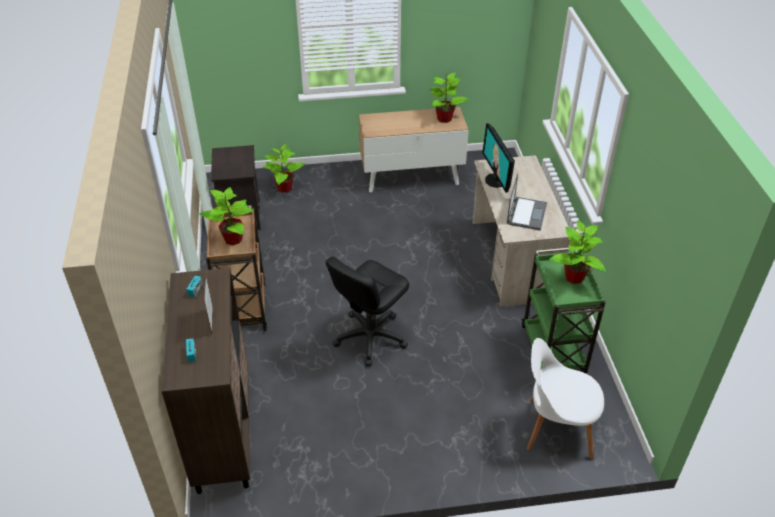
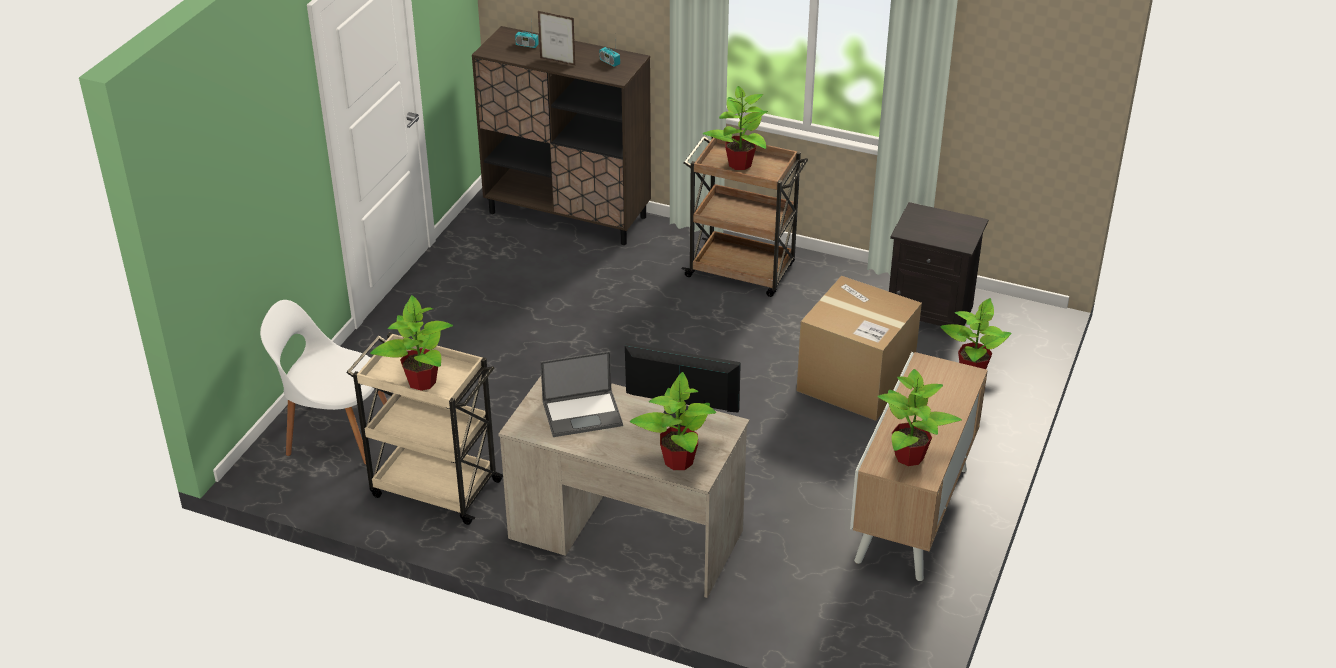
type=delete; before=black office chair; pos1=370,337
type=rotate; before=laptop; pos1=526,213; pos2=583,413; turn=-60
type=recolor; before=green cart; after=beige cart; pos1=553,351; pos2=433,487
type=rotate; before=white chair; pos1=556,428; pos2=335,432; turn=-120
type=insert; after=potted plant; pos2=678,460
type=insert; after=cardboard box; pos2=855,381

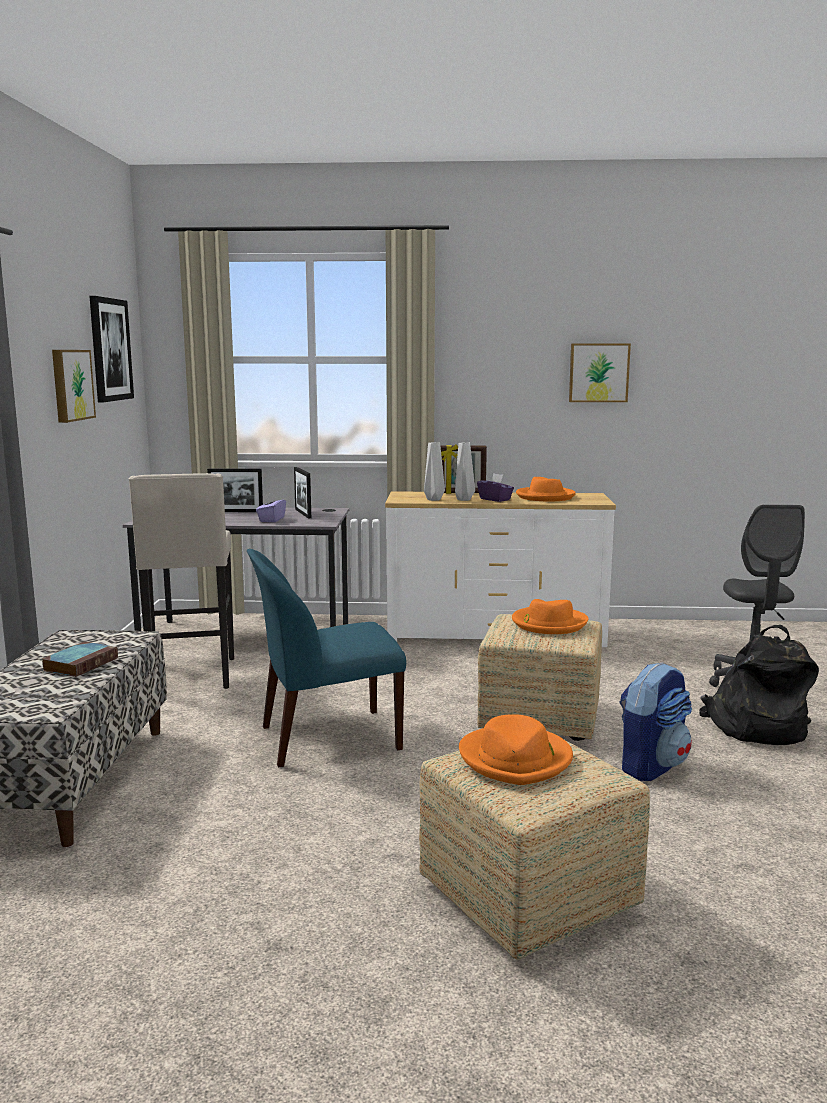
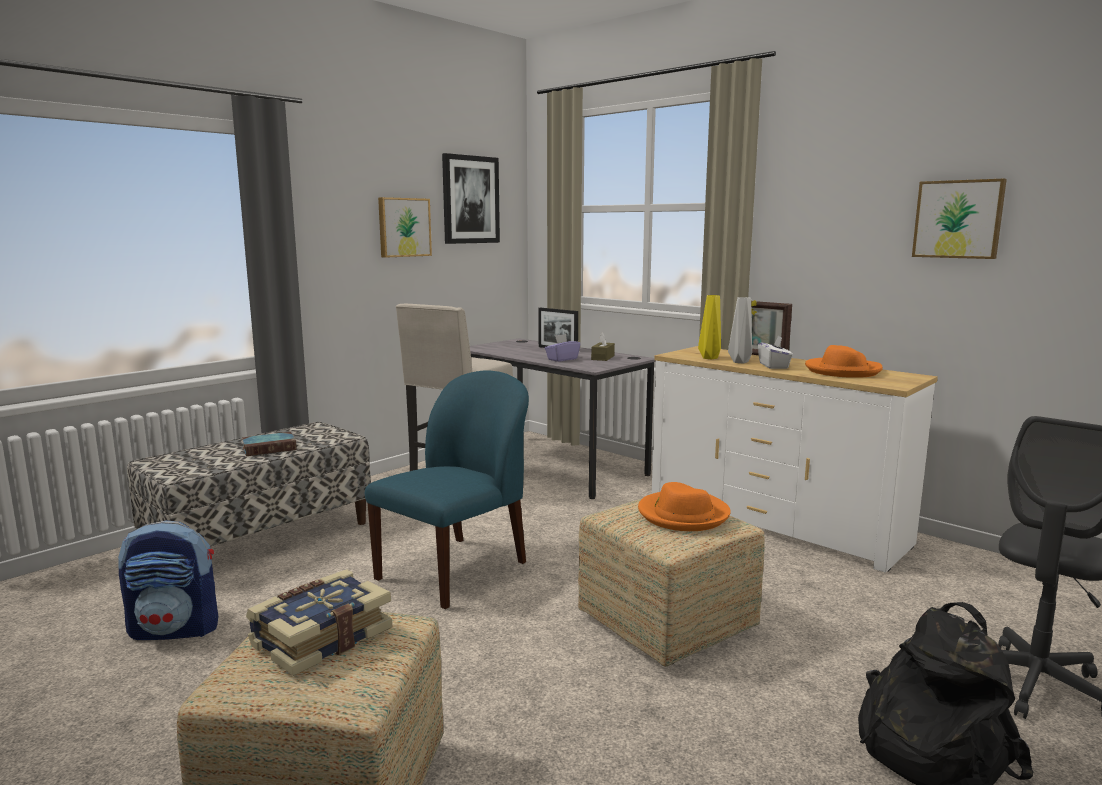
type=rotate; before=blue chair; pos1=326,738; pos2=455,570; turn=105
type=replace; before=picture frame; after=brown tissue box; pos1=303,513; pos2=603,358
type=recolor; before=grey vase; after=yellow vase; pos1=434,499; pos2=709,358
type=replace; before=orange hat; after=book; pos1=516,759; pos2=320,637
type=recolor; before=purple tissue box; after=white tissue box; pos1=495,499; pos2=774,366
type=move; before=backpack; pos1=651,766; pos2=176,629

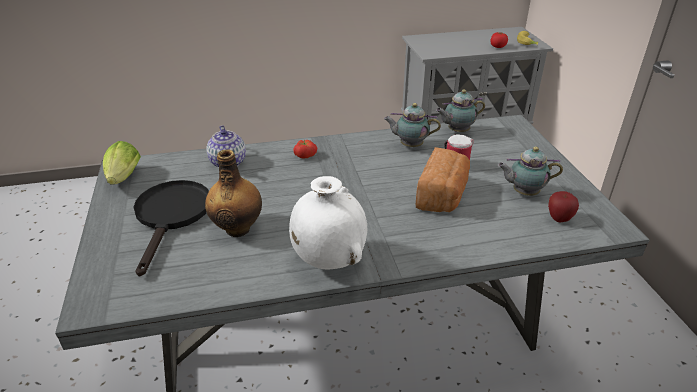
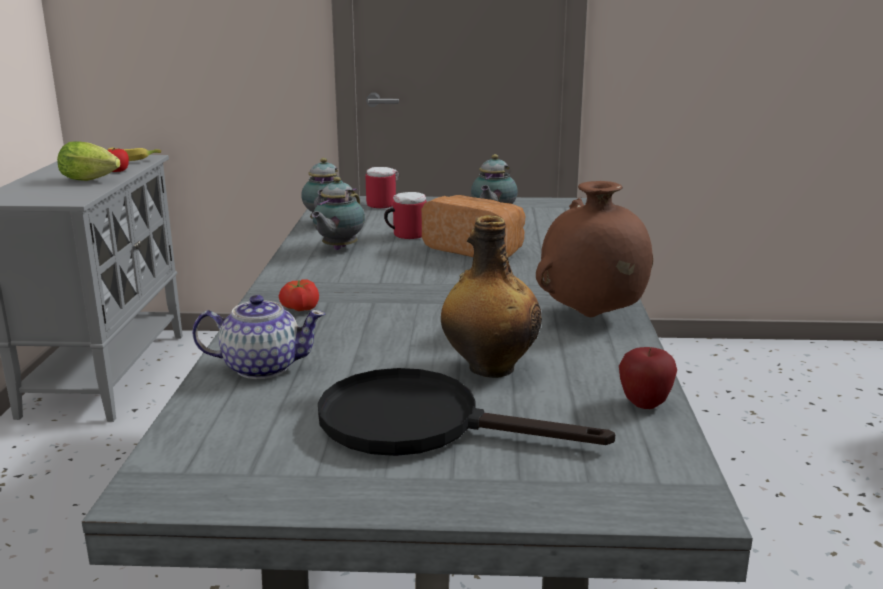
type=move; before=lettuce; pos1=123,179; pos2=93,180
type=recolor; before=white vase; after=brown vase; pos1=328,260; pos2=591,316
type=move; before=apple; pos1=559,219; pos2=644,404
type=insert; after=mug; pos2=380,204

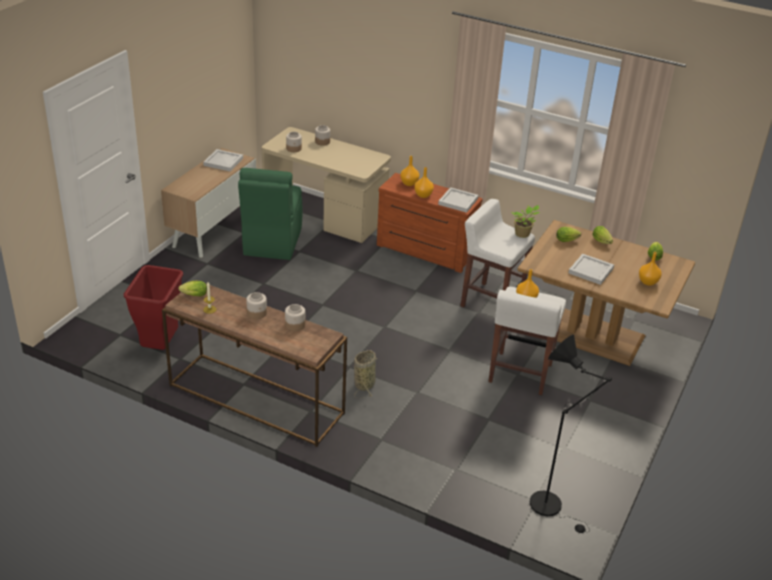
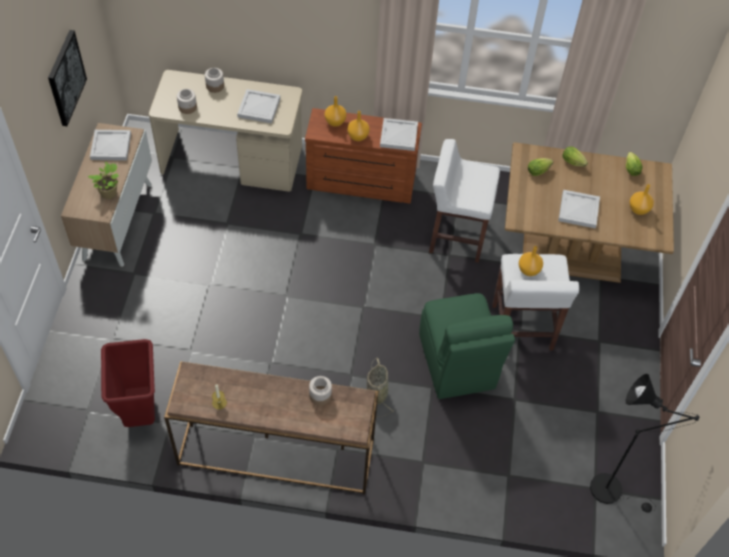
type=delete; before=lettuce; pos1=193,295
type=move; before=green chair; pos1=272,242; pos2=457,363
type=delete; before=jar; pos1=257,313
type=move; before=potted plant; pos1=523,234; pos2=110,193
type=insert; after=picture; pos2=65,78
type=insert; after=white tray; pos2=258,108

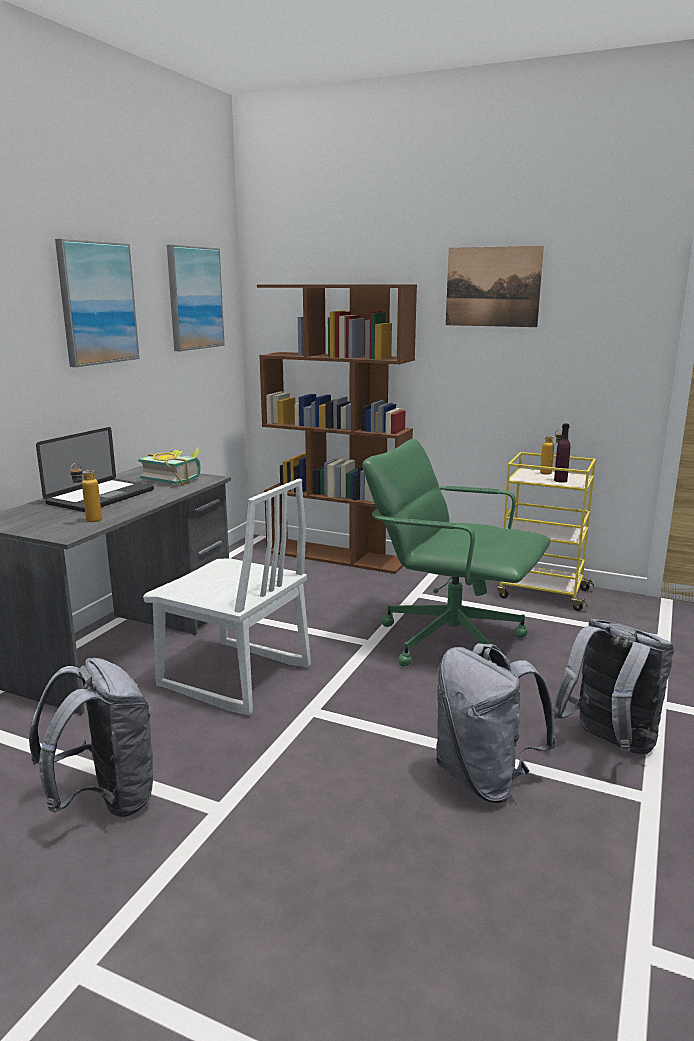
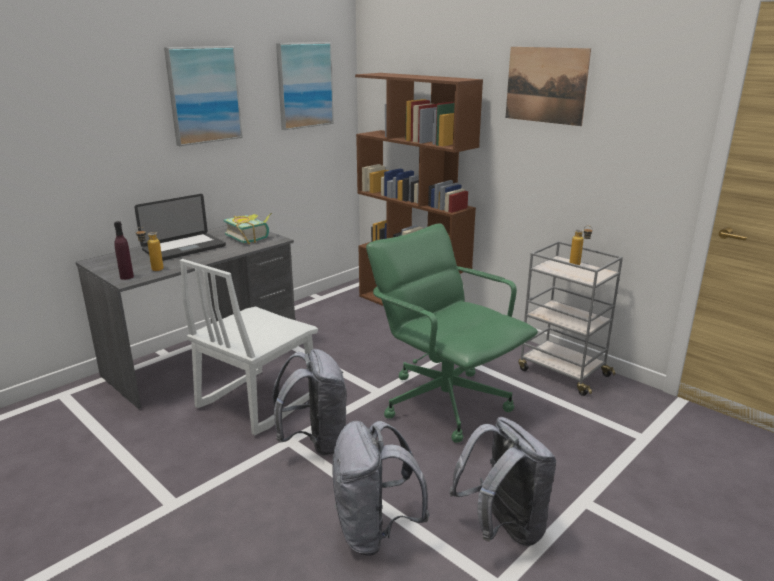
type=move; before=grey backpack; pos1=105,800; pos2=315,442
type=rotate; before=white chair; pos1=234,678; pos2=256,401; turn=75
type=recolor; before=yellow cart; after=grey cart; pos1=541,593; pos2=562,372
type=move; before=purple bottle; pos1=560,480; pos2=127,277

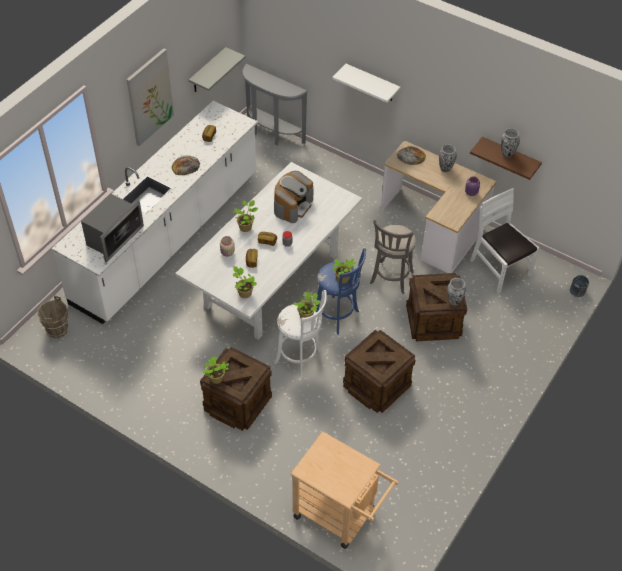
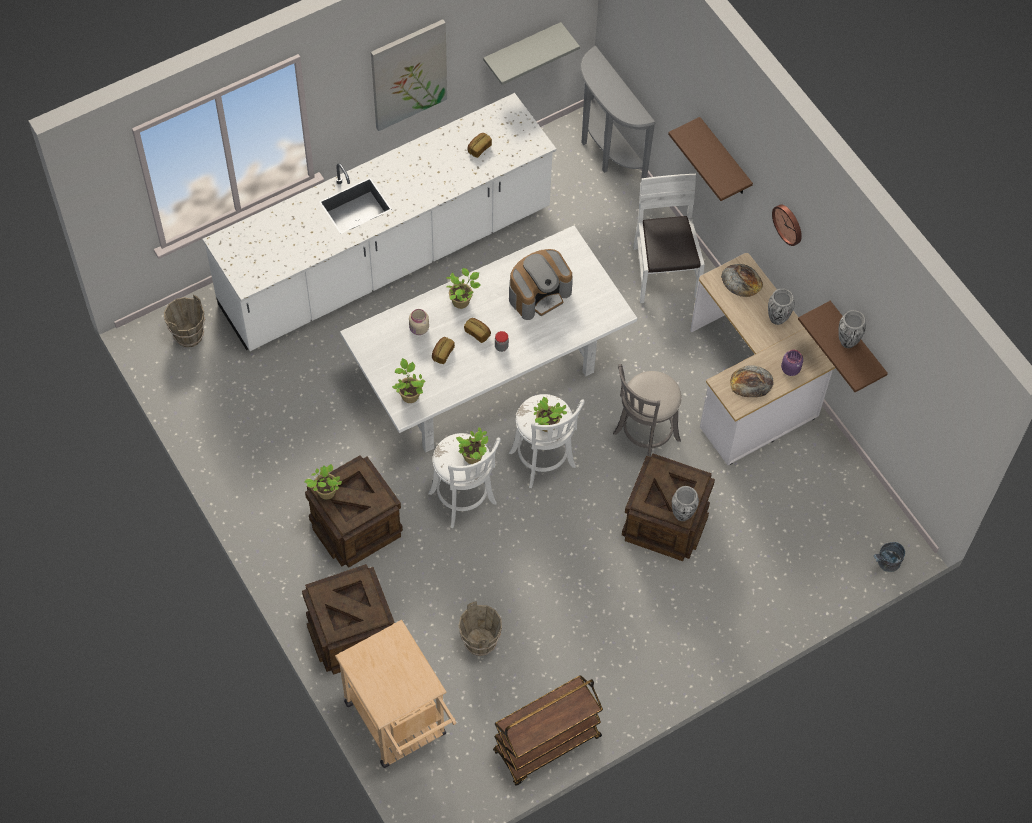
type=delete; before=microwave; pos1=113,237
type=move; before=bread; pos1=185,166; pos2=751,382
type=recolor; before=blue stool; after=white stool; pos1=337,316; pos2=543,462
type=recolor; before=white shelf; after=brown shelf; pos1=372,83; pos2=724,159
type=move; before=crate; pos1=376,385; pos2=350,633
type=move; before=white chair; pos1=500,268; pos2=664,272
type=insert; after=brown bucket; pos2=480,642
type=insert; after=brown cart; pos2=547,745
type=insert; after=wall clock; pos2=788,224

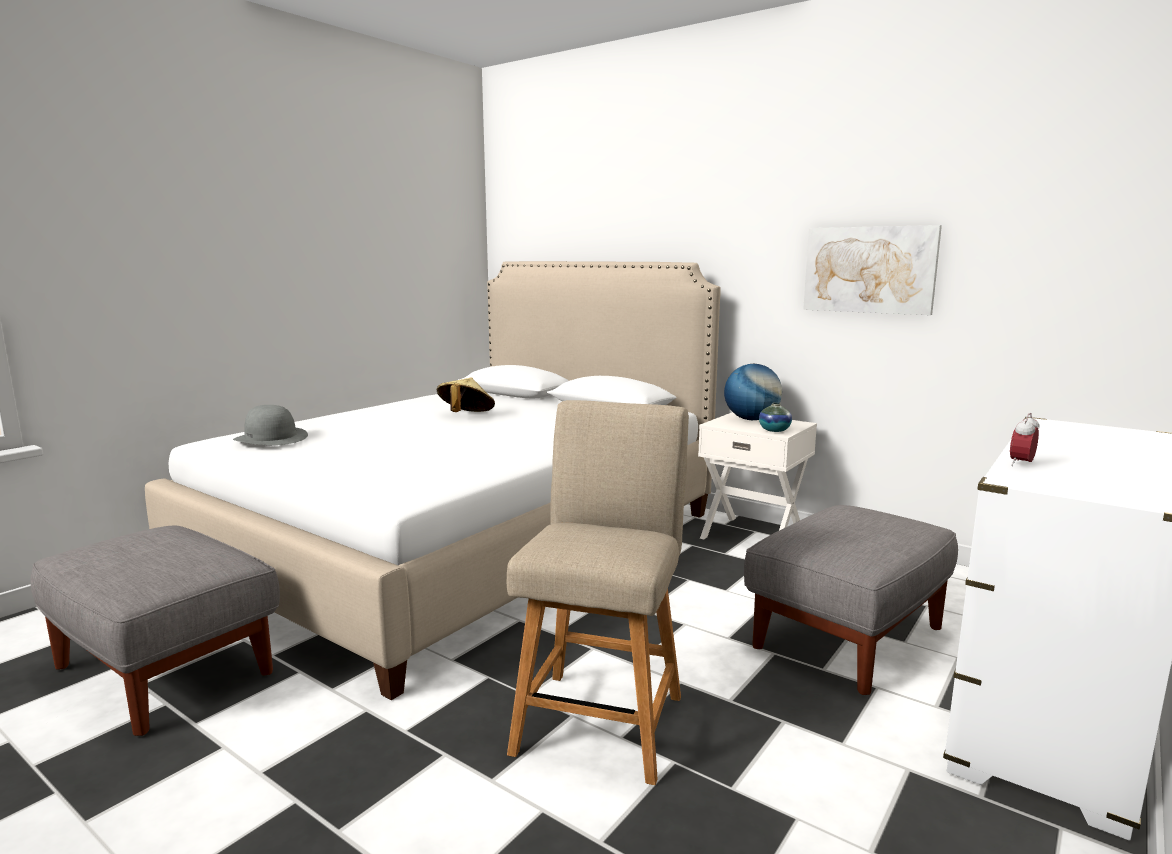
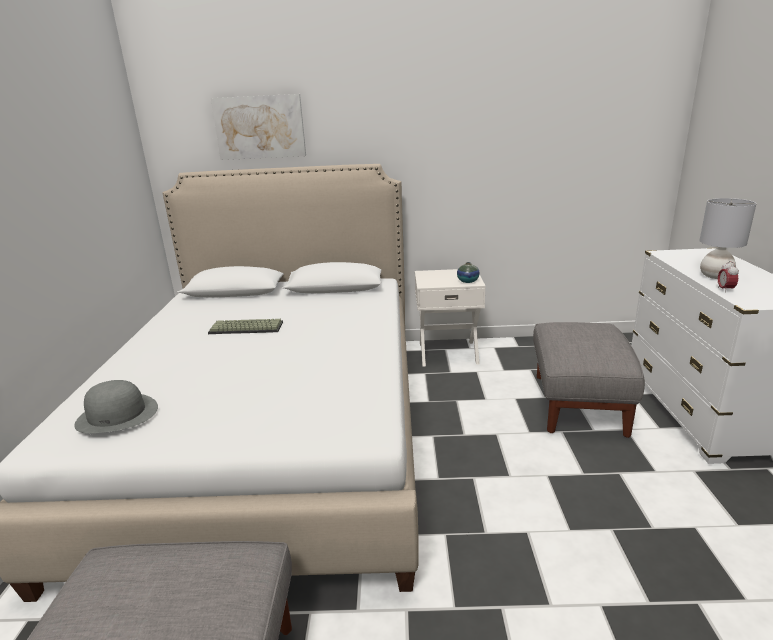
type=replace; before=beige hat; after=keyboard; pos1=465,416; pos2=245,328
type=delete; before=beige chair; pos1=602,718
type=delete; before=globe; pos1=751,419
type=move; before=picture; pos1=869,269; pos2=260,127
type=insert; after=grey table lamp; pos2=715,276

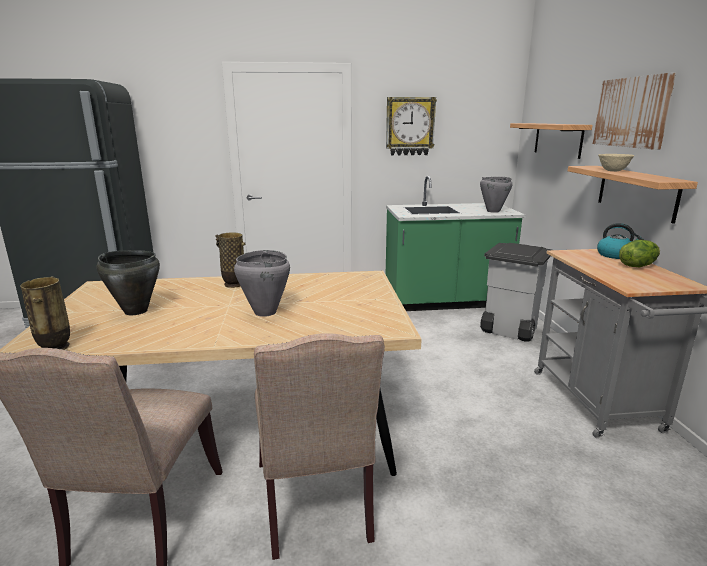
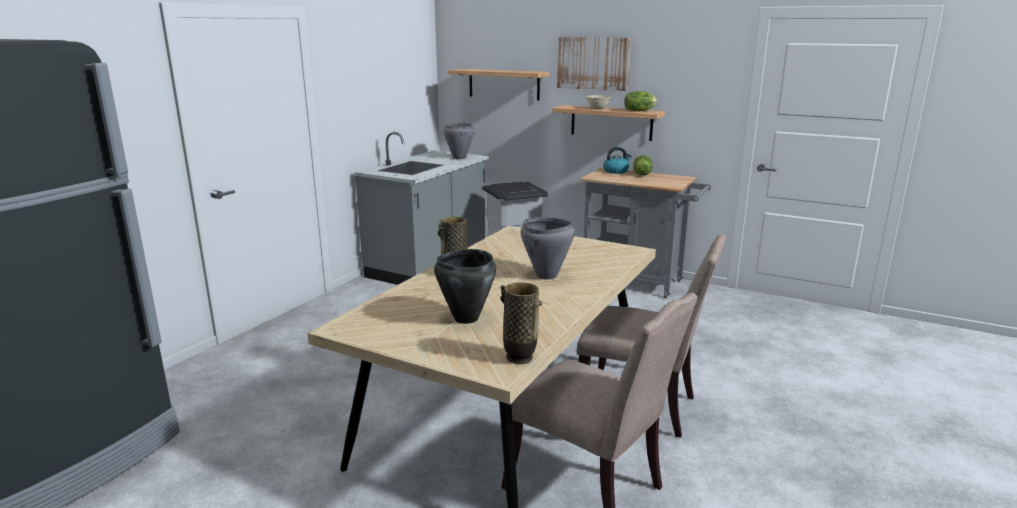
type=delete; before=wall clock; pos1=410,126
type=recolor; before=green counter; after=grey counter; pos1=445,302; pos2=429,263
type=insert; after=lettuce; pos2=639,111

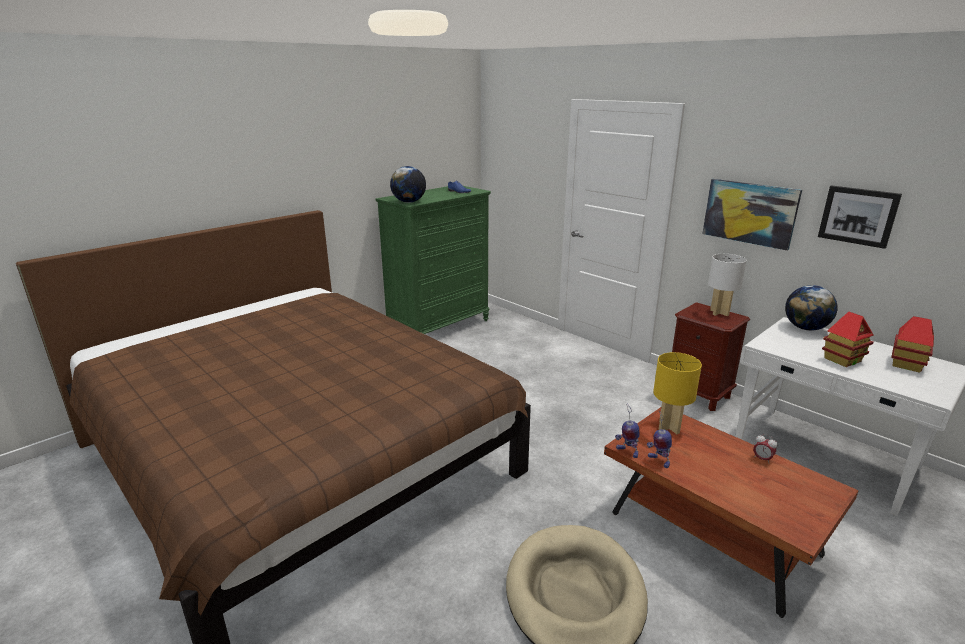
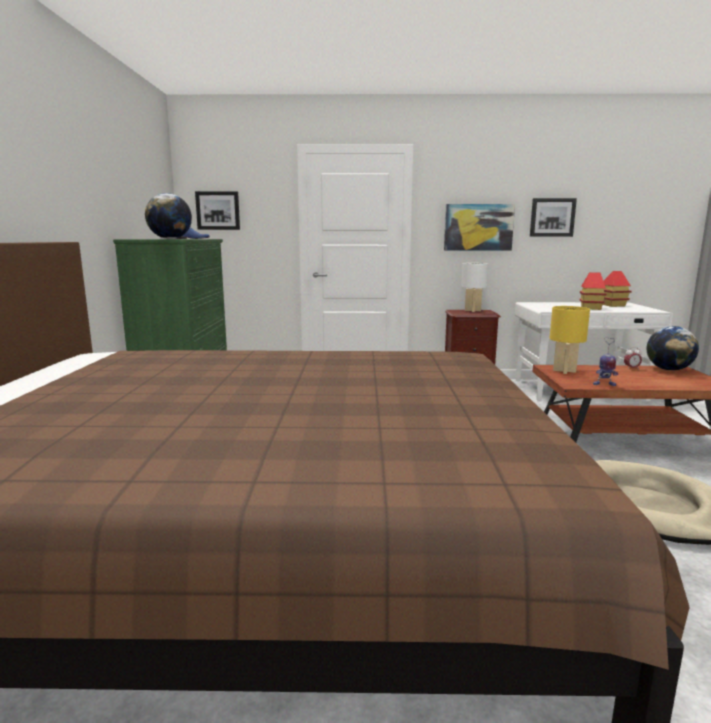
type=delete; before=toy robot; pos1=627,451
type=move; before=globe; pos1=805,328; pos2=668,369
type=insert; after=picture; pos2=218,210

